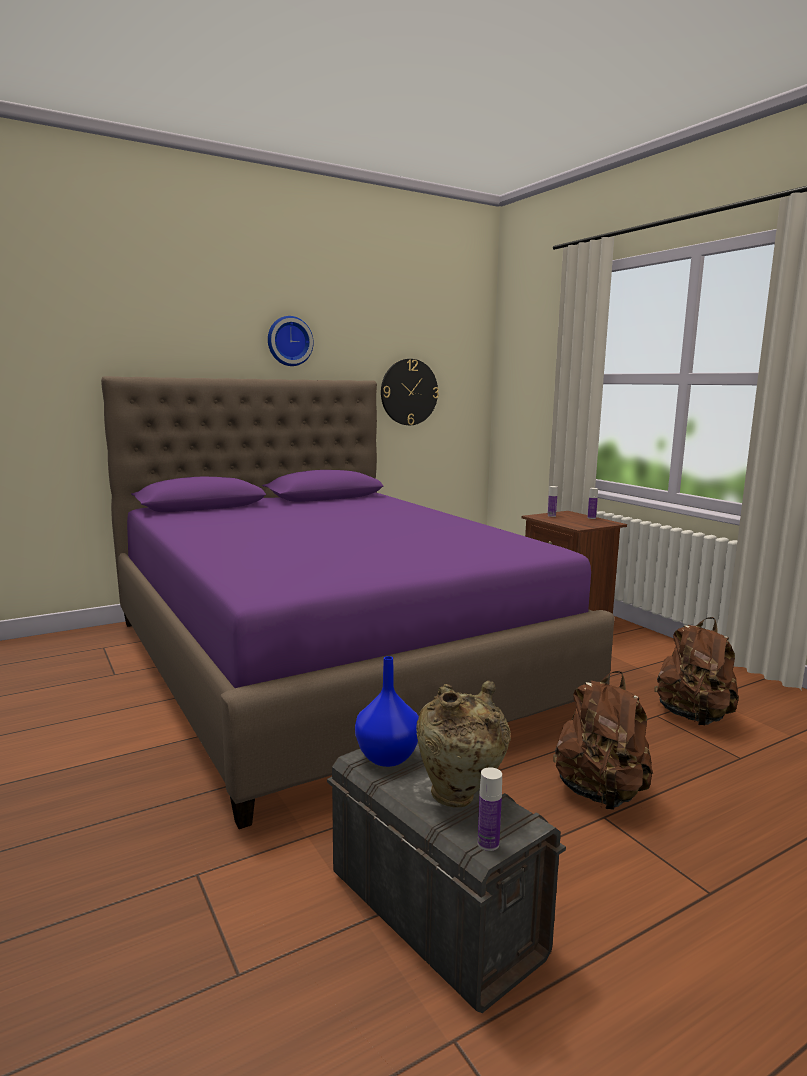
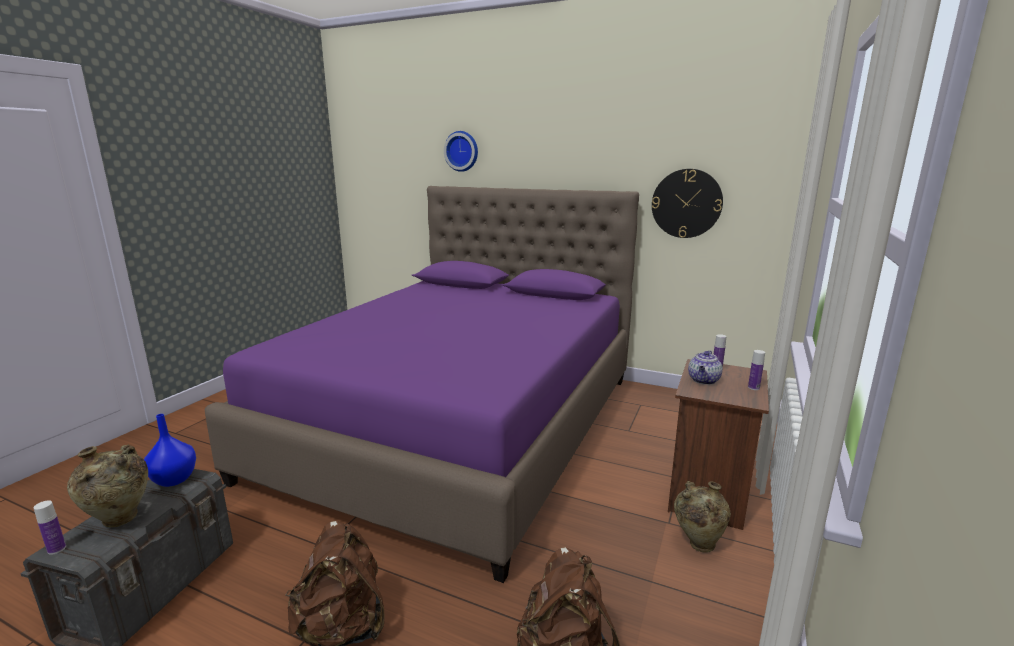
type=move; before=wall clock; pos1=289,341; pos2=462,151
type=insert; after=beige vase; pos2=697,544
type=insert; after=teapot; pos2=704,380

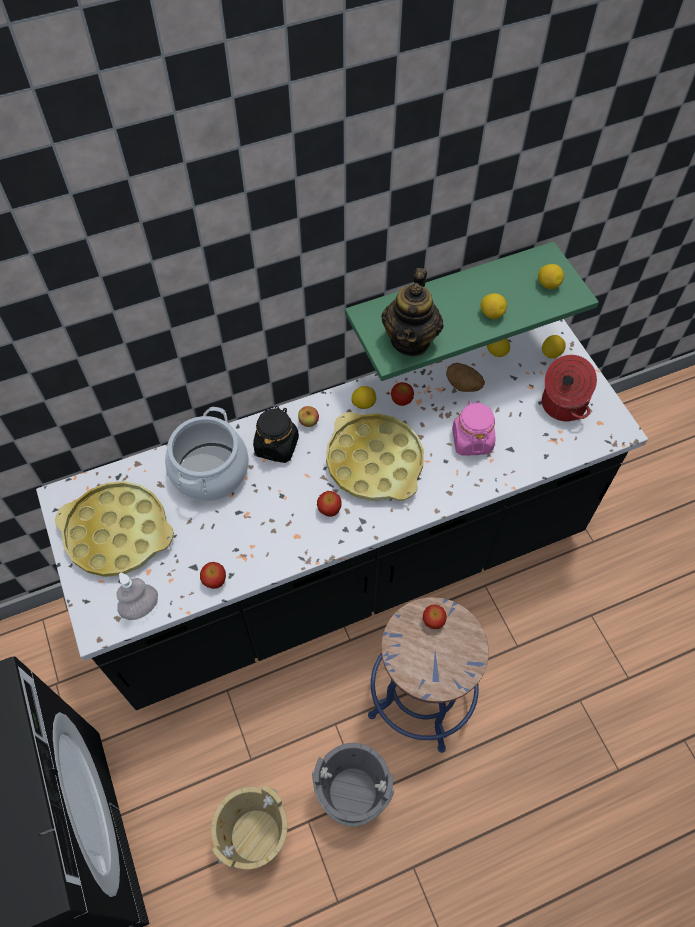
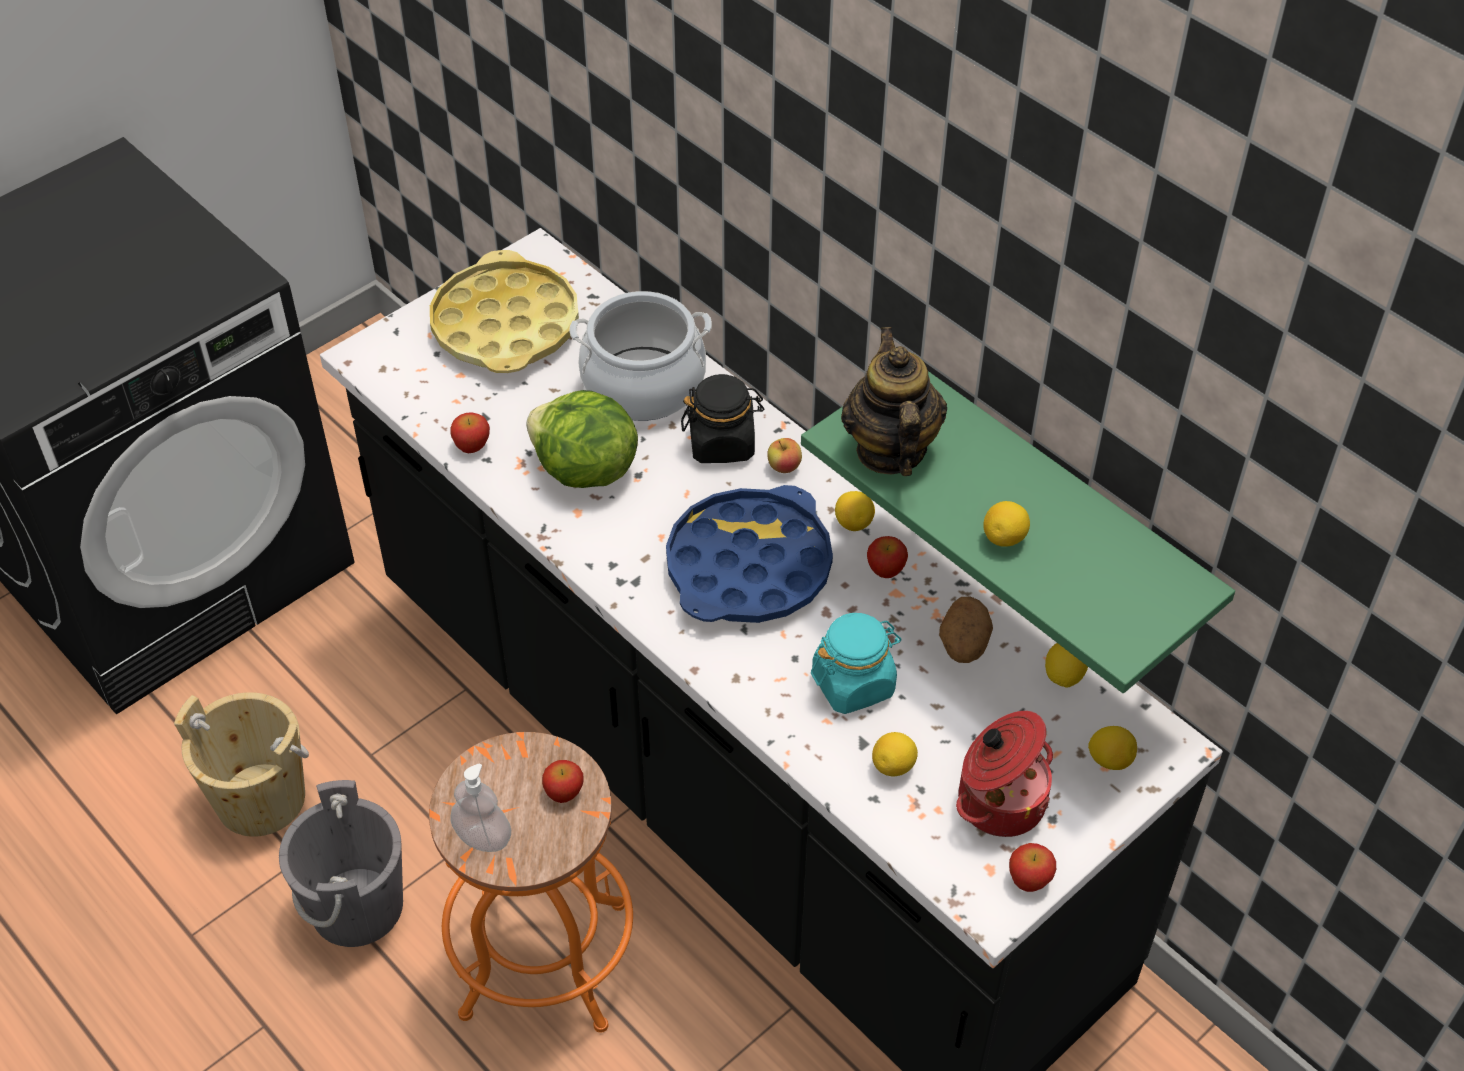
type=move; before=soap dispenser; pos1=141,607; pos2=483,837
type=move; before=apple; pos1=329,509; pos2=1029,879
type=recolor; before=yellow tray; after=blue tray; pos1=374,462; pos2=748,566
type=recolor; before=blue stool; after=orange stool; pos1=421,697; pos2=543,959
type=rotate; before=teapot; pos1=411,340; pos2=890,450; turn=90
type=recolor; before=pink jar; after=turquoise jar; pos1=471,440; pos2=853,684
type=move; before=lemon; pos1=548,284; pos2=893,766
type=insert; after=lettuce; pos2=584,471

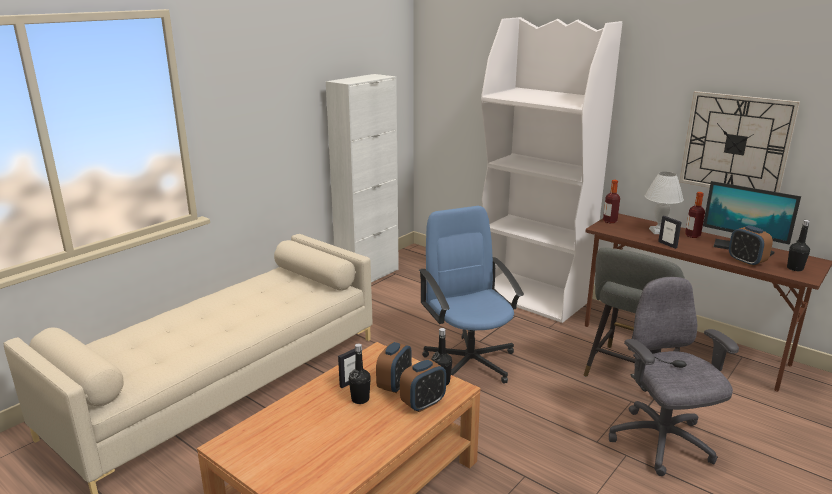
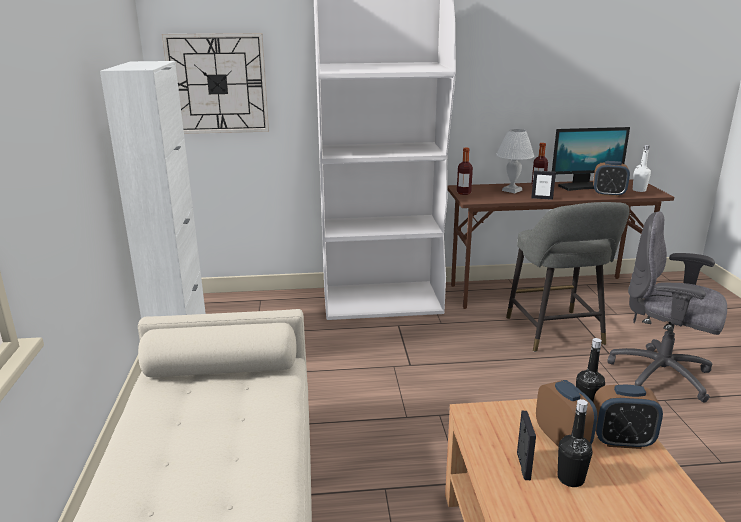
type=rotate; before=alarm clock; pos1=423,403; pos2=621,440; turn=90
type=delete; before=blue office chair; pos1=470,361
type=move; before=wall clock; pos1=736,144; pos2=217,84
type=recolor; before=black bottle; after=white bottle; pos1=794,268; pos2=639,190

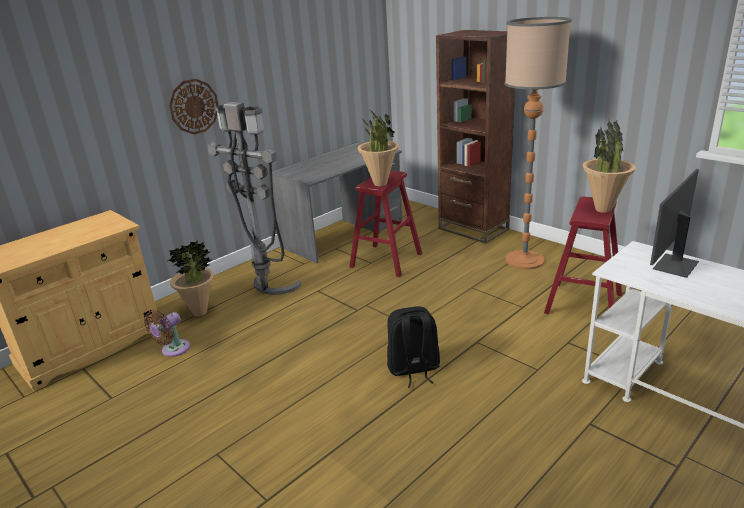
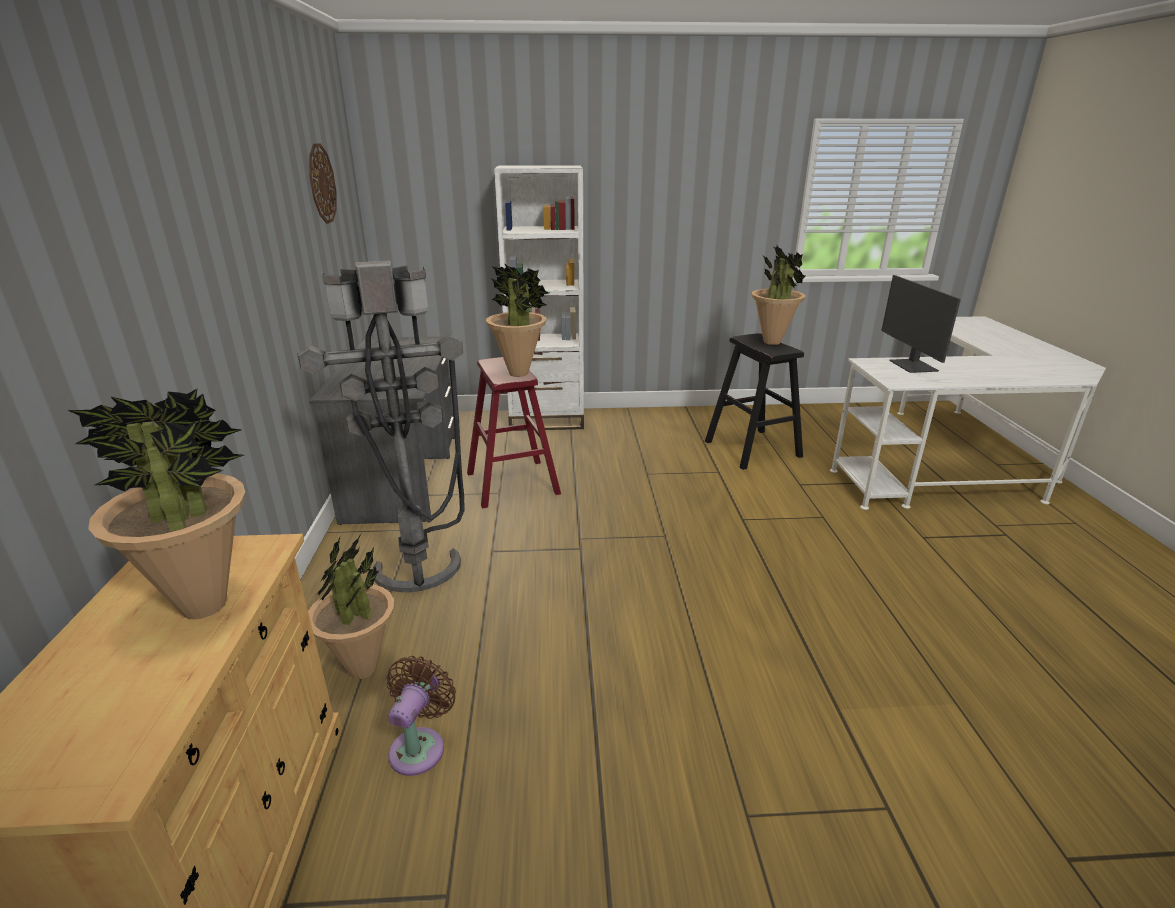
type=rotate; before=brown fan; pos1=173,350; pos2=420,746; turn=-150
type=move; before=wall clock; pos1=194,106; pos2=321,184
type=delete; before=black backpack; pos1=413,369
type=recolor; before=brown bookcase; after=white bookcase; pos1=473,229; pos2=546,419
type=delete; before=floor lamp; pos1=524,260
type=recolor; before=red stool; after=black stool; pos1=583,303; pos2=752,449
type=insert; after=potted plant; pos2=205,605

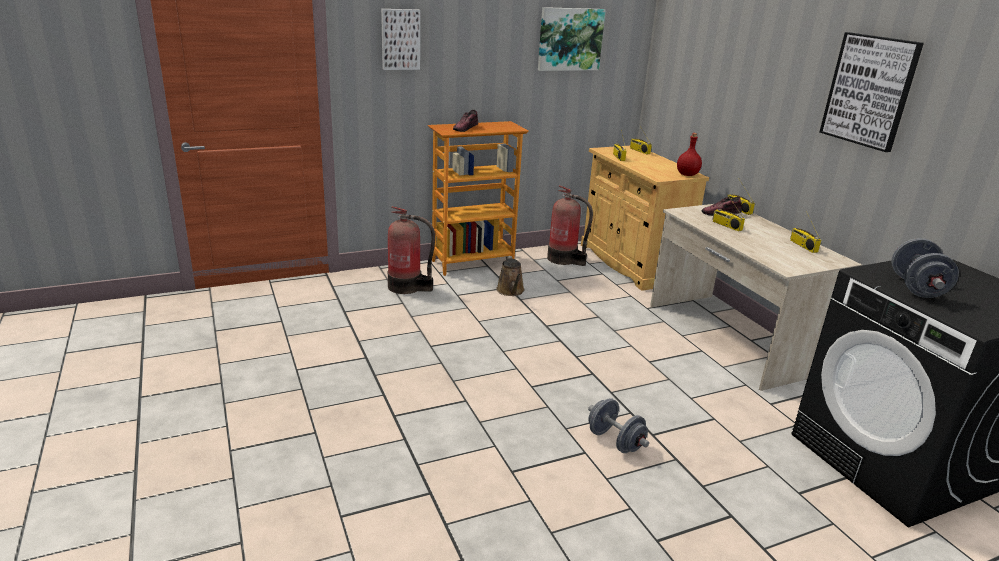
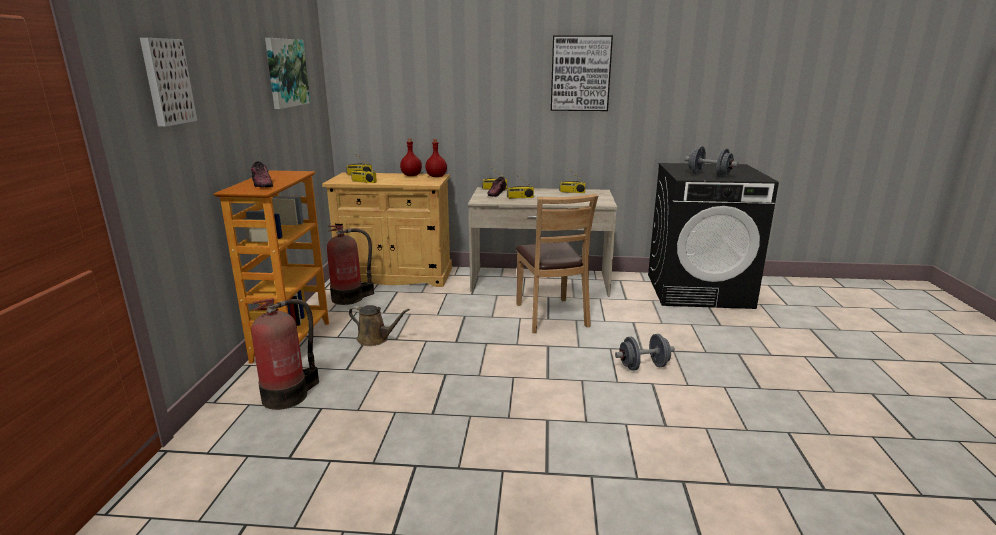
type=insert; after=red bottle; pos2=411,175
type=insert; after=brown chair; pos2=551,316

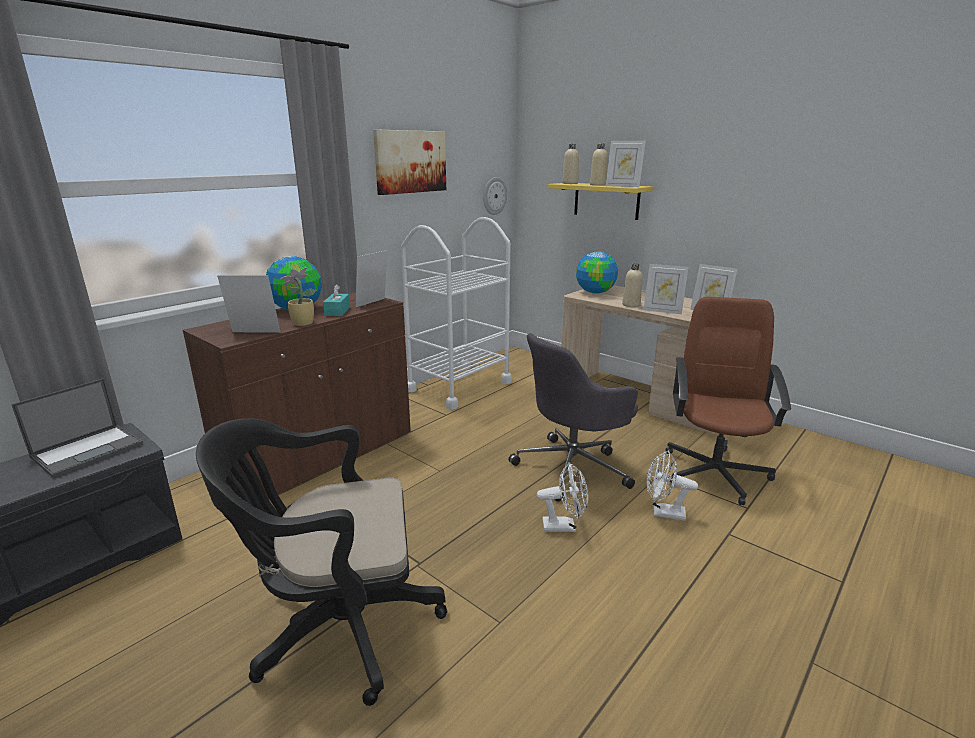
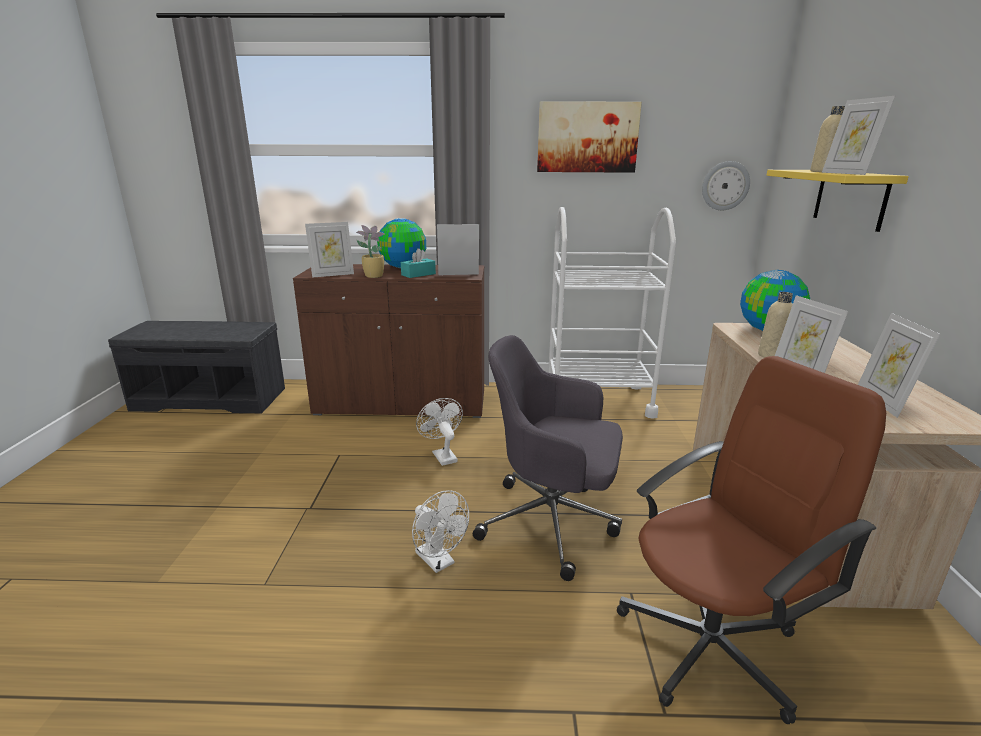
type=delete; before=laptop; pos1=89,450
type=delete; before=black office chair; pos1=337,626
type=rotate; before=picture frame; pos1=254,333; pos2=332,275; turn=105
type=delete; before=beige bottle; pos1=570,183
type=move; before=white fan; pos1=663,513; pos2=442,455

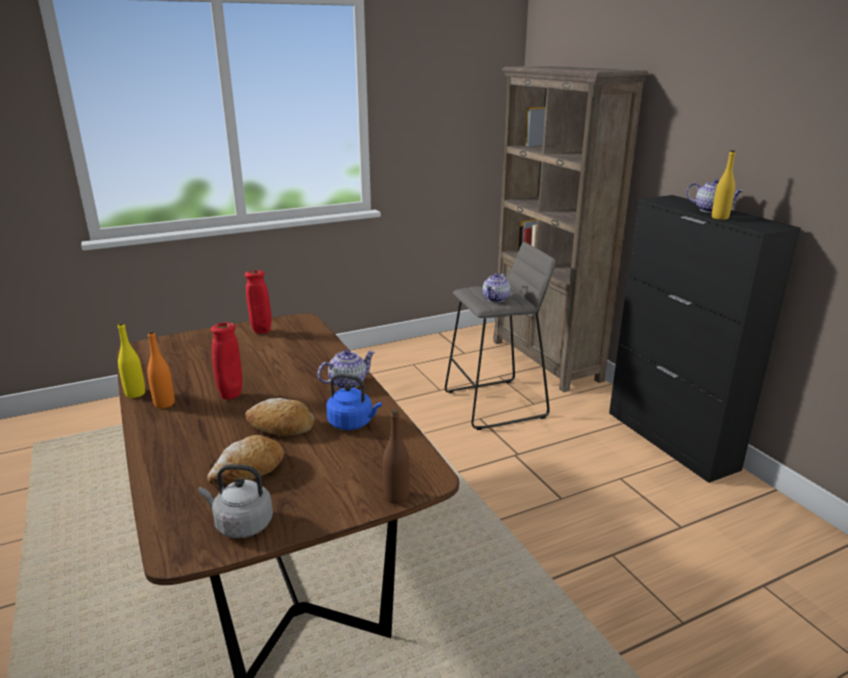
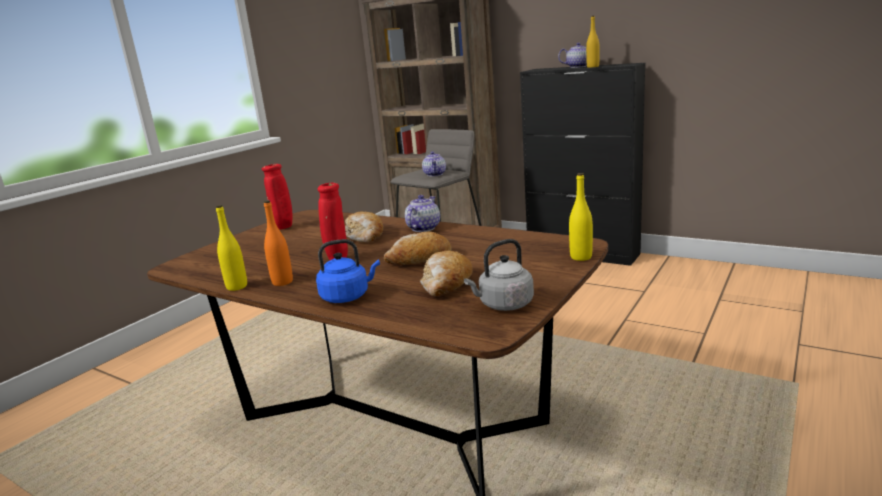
type=move; before=blue kettle; pos1=352,423; pos2=347,296
type=recolor; before=brown bottle; after=yellow bottle; pos1=396,497; pos2=581,257
type=insert; after=bread; pos2=365,236

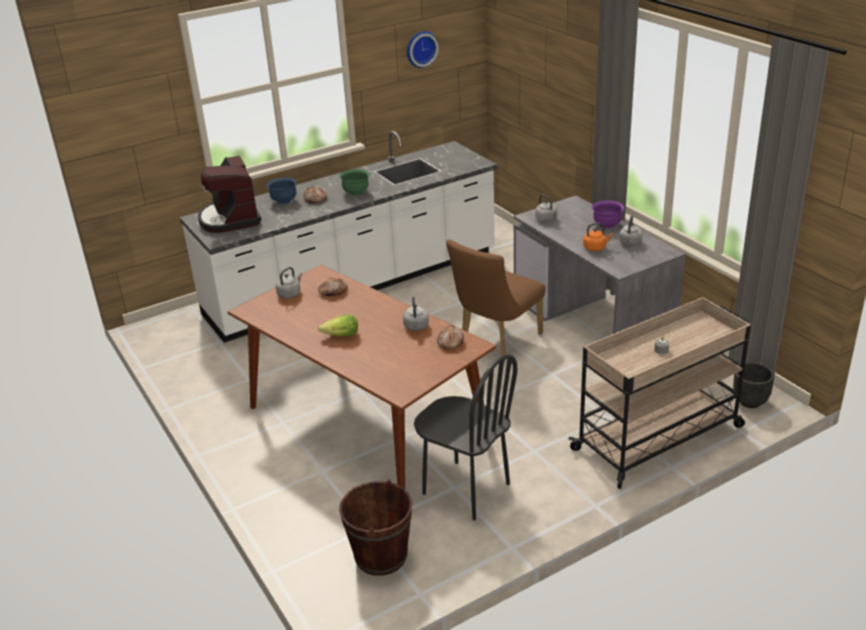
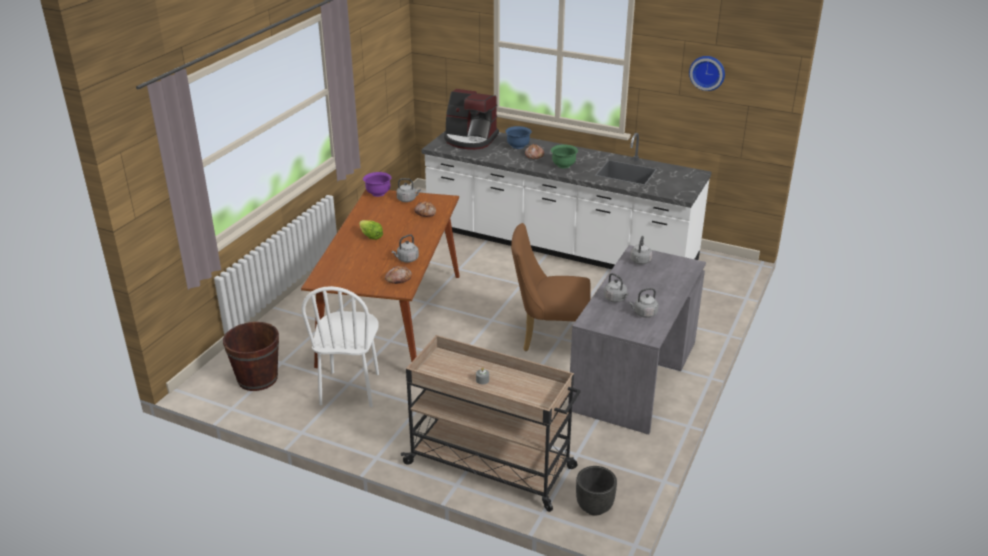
type=rotate; before=coffee machine; pos1=230,219; pos2=470,139; turn=-105
type=recolor; before=black chair; after=white chair; pos1=465,489; pos2=350,389
type=recolor; before=orange kettle; after=grey kettle; pos1=596,248; pos2=616,299
type=move; before=purple bowl; pos1=607,225; pos2=378,193

